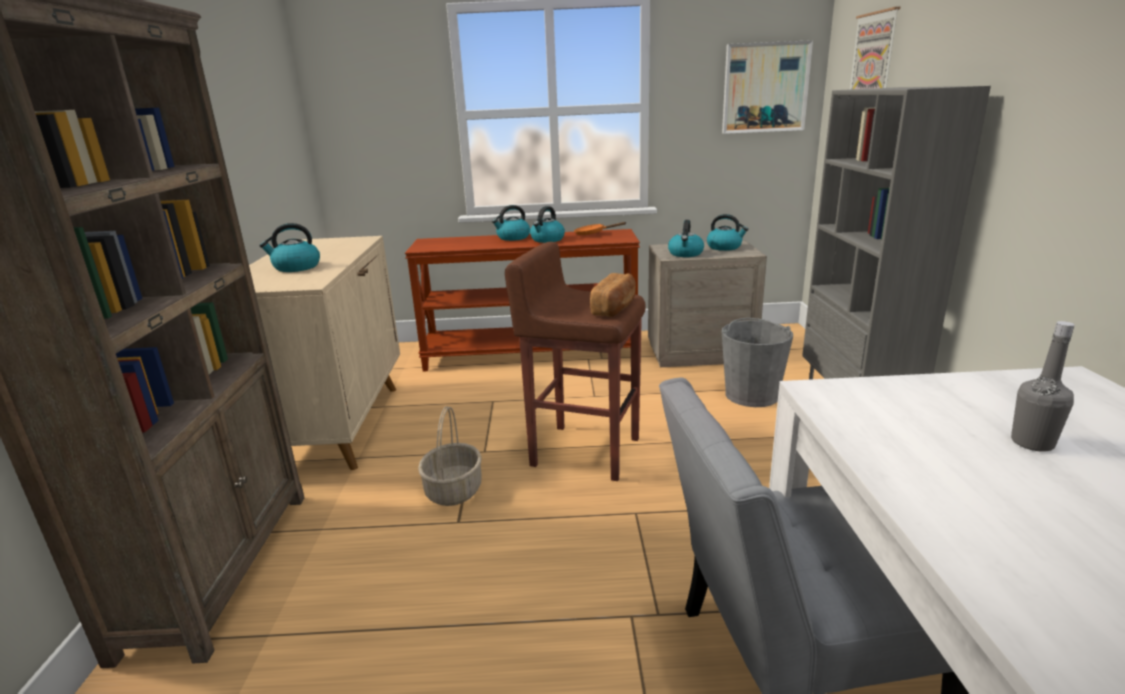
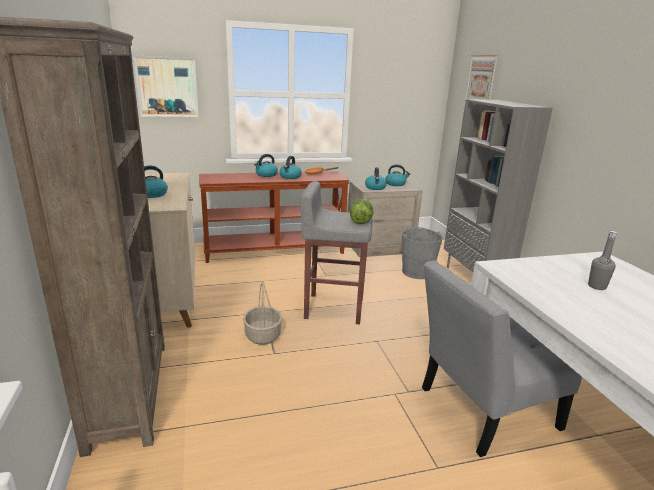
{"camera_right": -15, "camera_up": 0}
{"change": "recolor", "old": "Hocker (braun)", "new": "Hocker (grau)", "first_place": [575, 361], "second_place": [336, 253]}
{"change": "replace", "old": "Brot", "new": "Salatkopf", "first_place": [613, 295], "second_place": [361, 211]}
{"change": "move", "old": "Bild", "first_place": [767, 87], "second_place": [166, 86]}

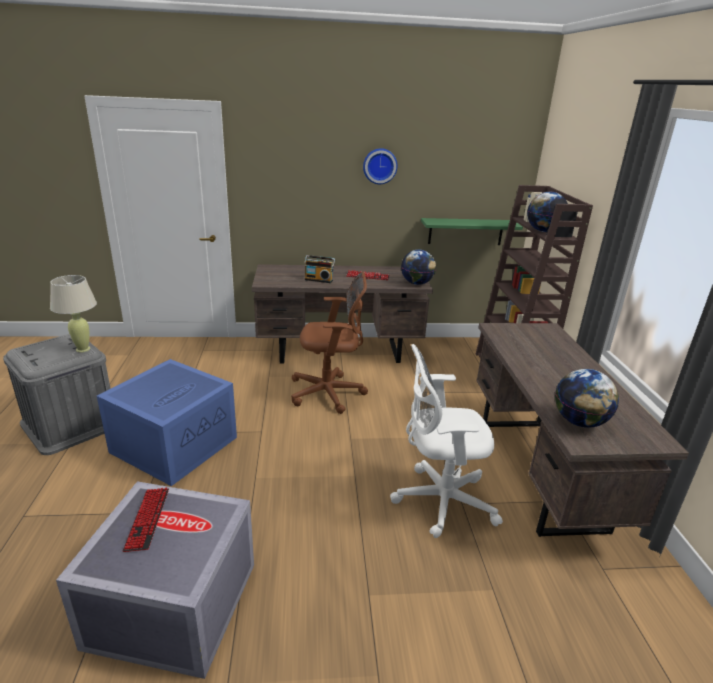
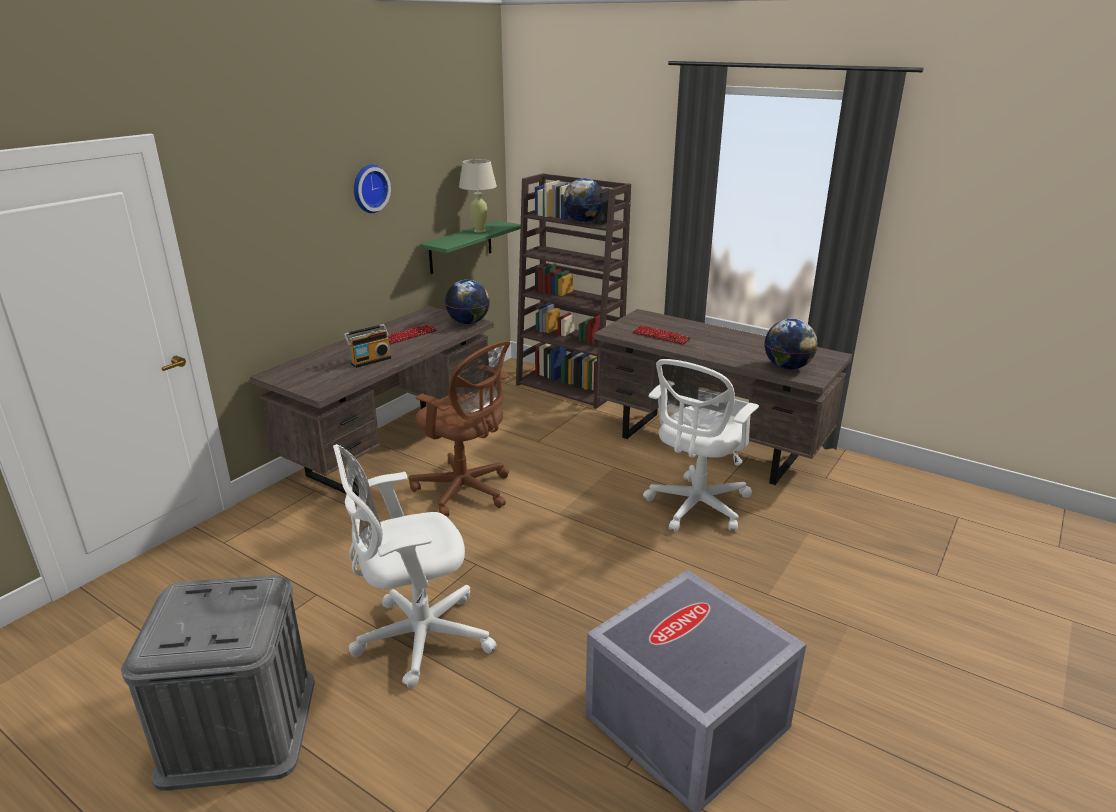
{"camera_right": -50, "camera_up": 0}
{"change": "move", "old": "Tischlampe (beige)", "first_place": [73, 313], "second_place": [478, 196]}
{"change": "replace", "old": "Aufbewahrungsbox (blau)", "new": "Bürostuhl (weiß)", "first_place": [167, 422], "second_place": [415, 566]}
{"change": "move", "old": "Tastatur", "first_place": [146, 519], "second_place": [662, 335]}
{"change": "rotate", "old": "Bürostuhl (braun)", "first_place": [329, 342], "second_place": [460, 428], "degrees": 90}

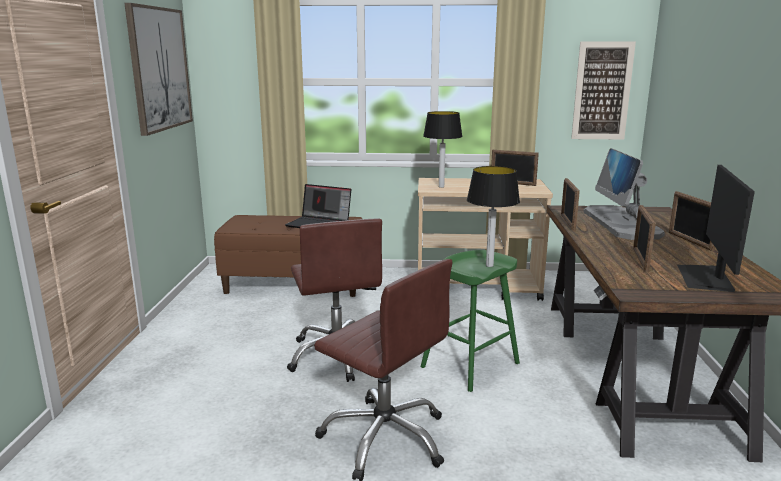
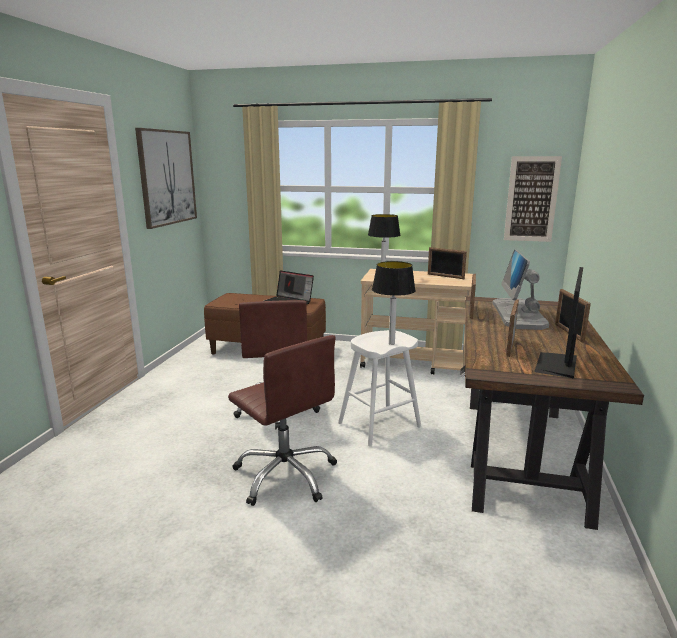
{"camera_right": 10, "camera_up": 0}
{"change": "recolor", "old": "Hocker (grün)", "new": "Hocker (weiß)", "first_place": [470, 321], "second_place": [379, 388]}

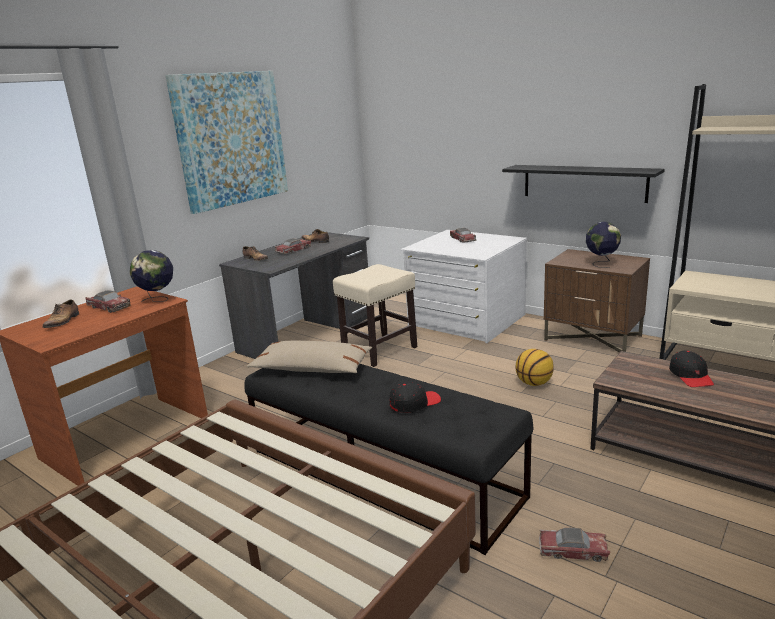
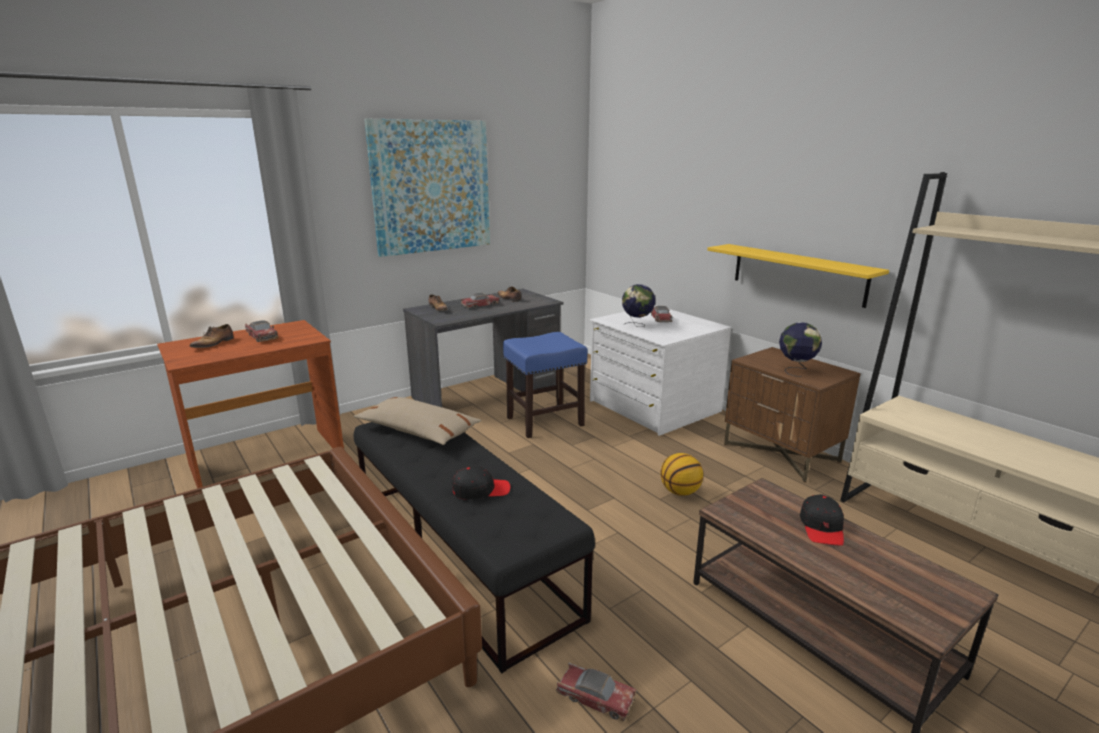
{"camera_right": 15, "camera_up": 0}
{"change": "move", "old": "Globus", "first_place": [151, 276], "second_place": [638, 305]}
{"change": "recolor", "old": "Hocker (beige)", "new": "Hocker (blau)", "first_place": [375, 315], "second_place": [545, 385]}
{"change": "recolor", "old": "Wandregal (schwarz)", "new": "Wandregal (gelb)", "first_place": [583, 184], "second_place": [798, 276]}

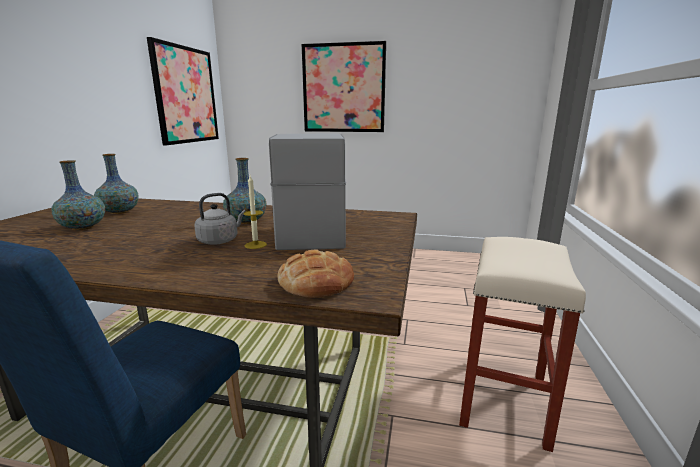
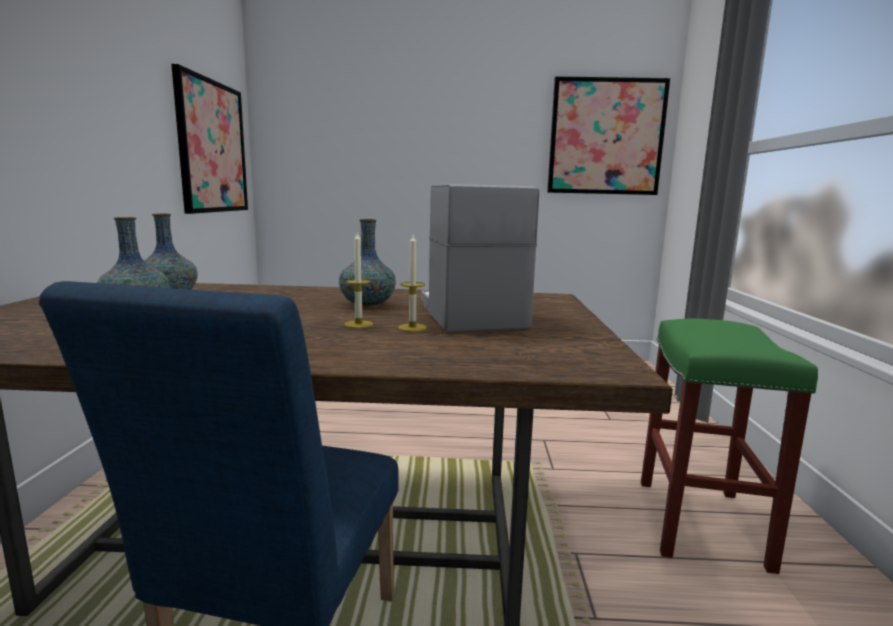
{"camera_right": -10, "camera_up": -5}
{"change": "replace", "old": "Wasserkessel (grau)", "new": "Kerze", "first_place": [220, 218], "second_place": [358, 280]}
{"change": "delete", "old": "Brot", "first_place": [315, 274]}
{"change": "move", "old": "Bild", "first_place": [344, 86], "second_place": [608, 135]}
{"change": "recolor", "old": "Hocker (beige)", "new": "Hocker (grün)", "first_place": [522, 344], "second_place": [729, 446]}

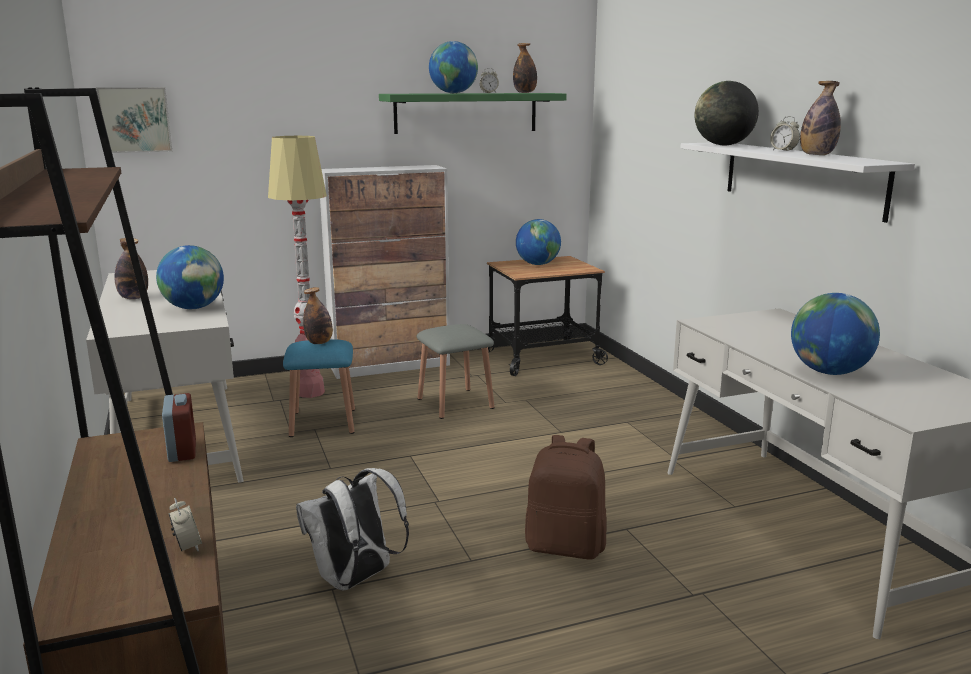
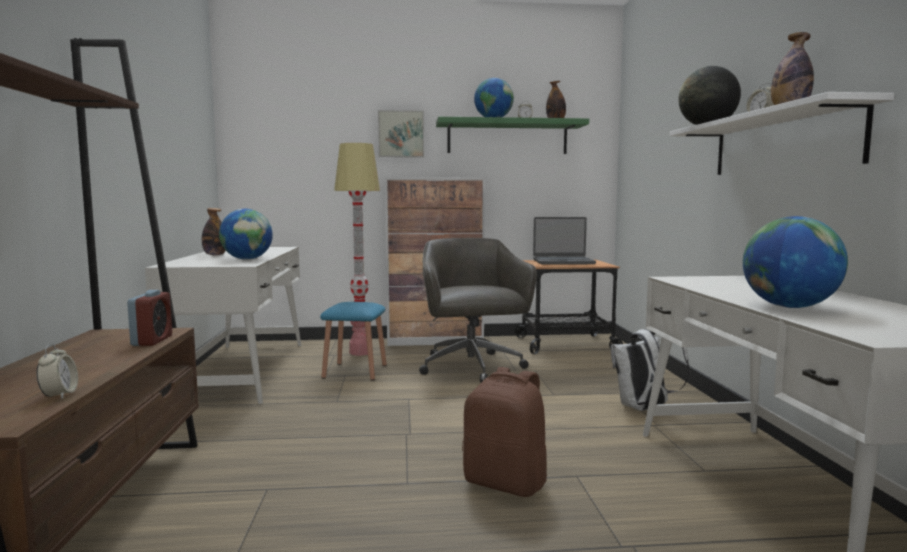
{"camera_right": 15, "camera_up": -10}
{"change": "move", "old": "Bild", "first_place": [134, 120], "second_place": [401, 133]}
{"change": "move", "old": "Rucksack (weiß)", "first_place": [352, 529], "second_place": [650, 370]}
{"change": "delete", "old": "Flasche", "first_place": [318, 315]}
{"change": "replace", "old": "Hocker (grau)", "new": "Bürostuhl (grau)", "first_place": [456, 371], "second_place": [478, 310]}
{"change": "replace", "old": "Globus", "new": "Laptop", "first_place": [538, 242], "second_place": [564, 241]}

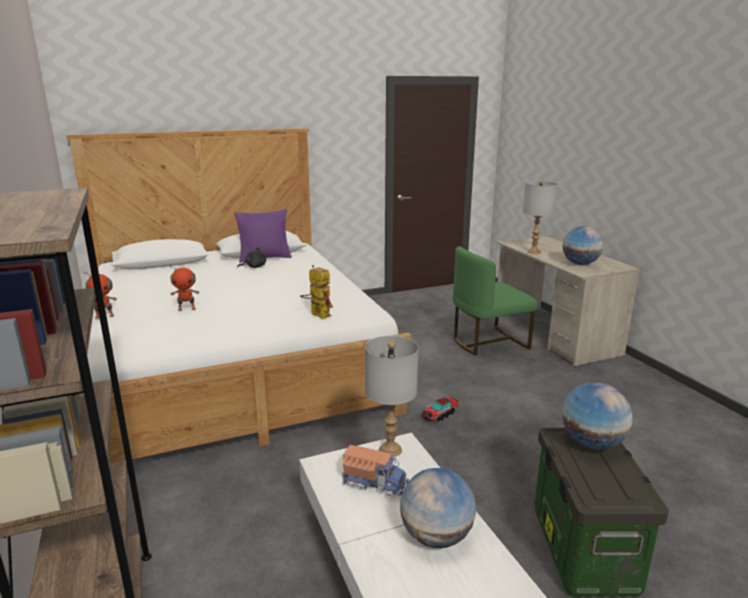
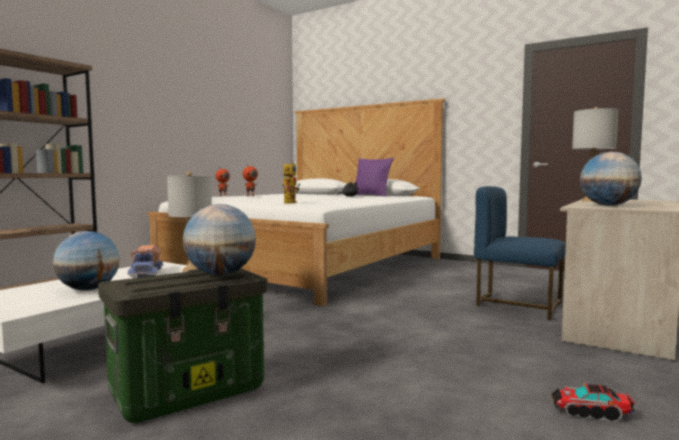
{"camera_right": 55, "camera_up": -15}
{"change": "move", "old": "Spielzeuglaster", "first_place": [440, 409], "second_place": [592, 402]}
{"change": "recolor", "old": "Stuhl (grün)", "new": "Stuhl (blau)", "first_place": [495, 301], "second_place": [520, 253]}

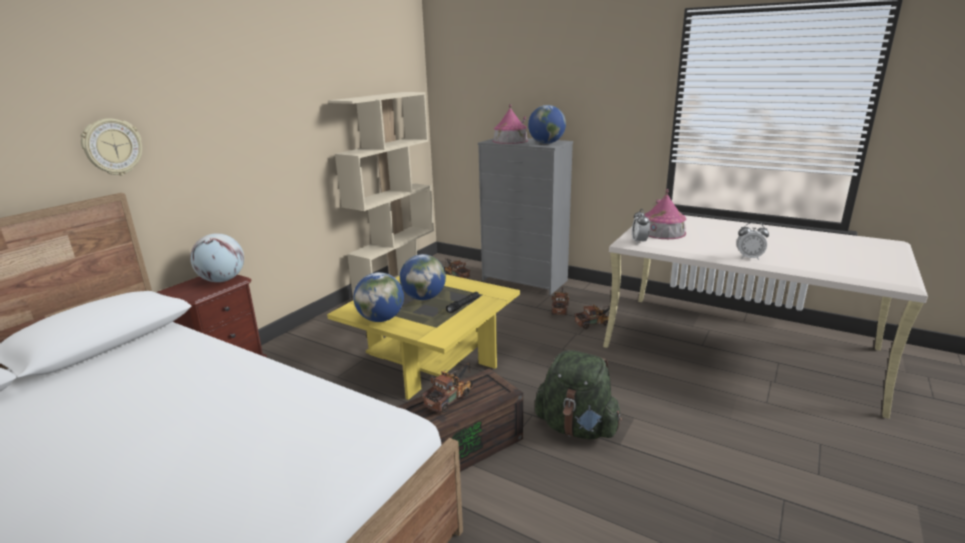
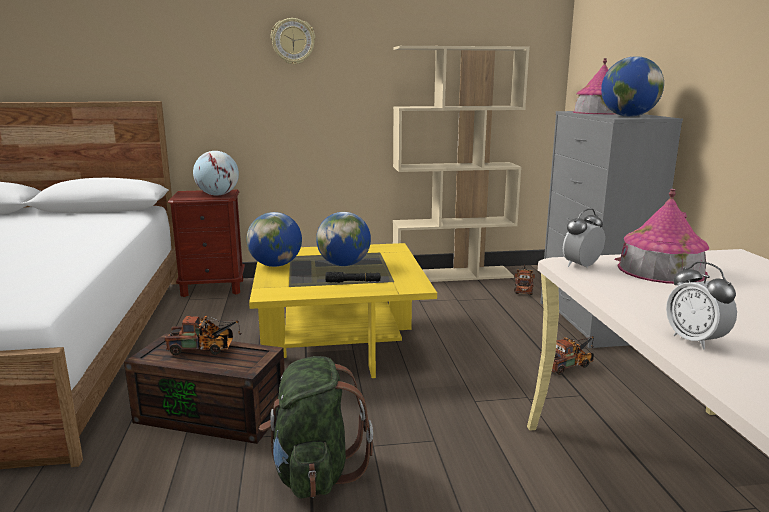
{"camera_right": 50, "camera_up": -5}
{"change": "move", "old": "Wanduhr", "first_place": [111, 146], "second_place": [293, 41]}
{"change": "delete", "old": "Spielzeuglaster", "first_place": [592, 317]}

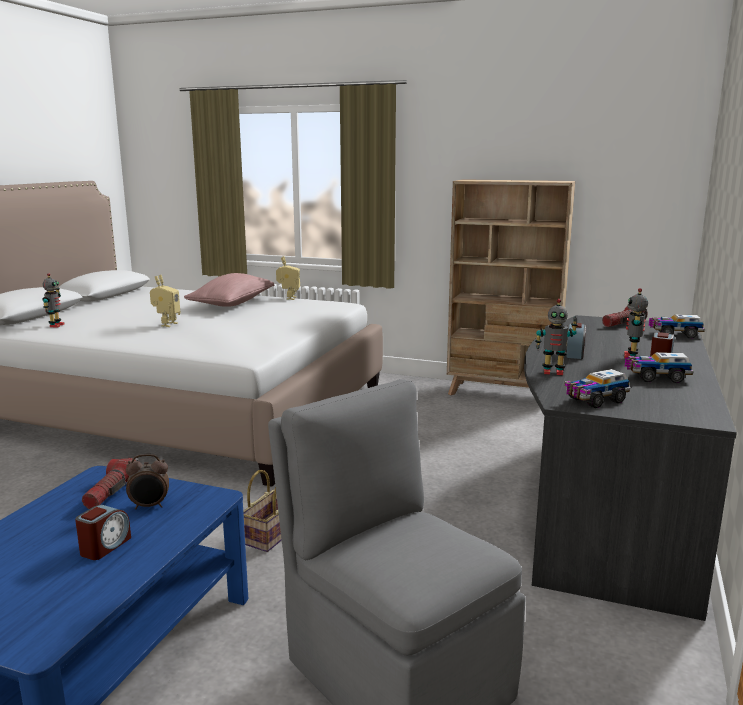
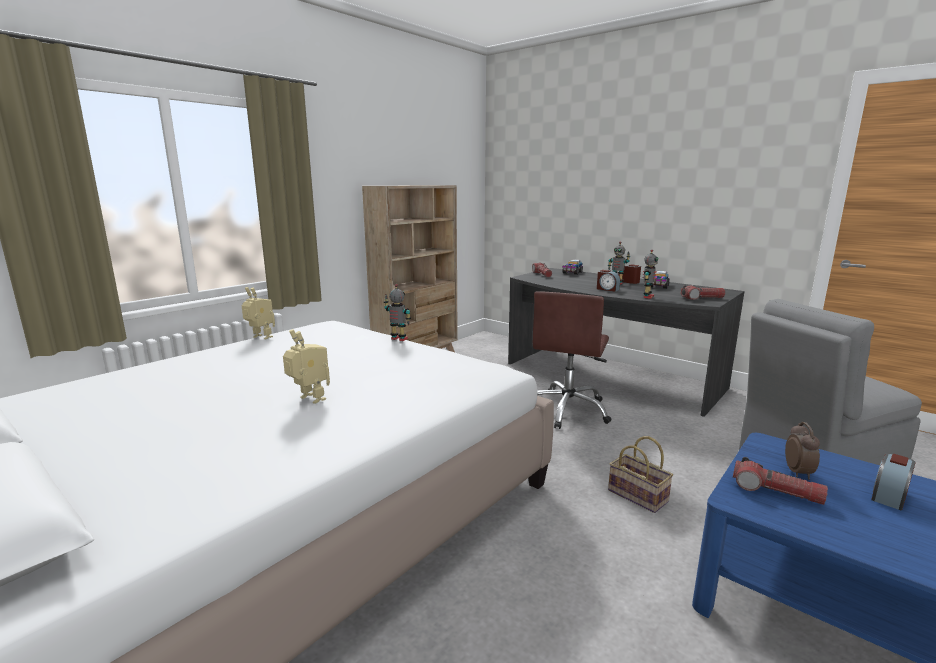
{"camera_right": -70, "camera_up": 0}
{"change": "move", "old": "Spielzeugroboter", "first_place": [53, 300], "second_place": [397, 312]}
{"change": "rotate", "old": "Wecker", "first_place": [103, 532], "second_place": [893, 481], "degrees": -90}
{"change": "delete", "old": "Kissen (rosa)", "first_place": [229, 290]}
{"change": "replace", "old": "Spielzeuglaster", "new": "Taschenlampe", "first_place": [597, 388], "second_place": [702, 292]}
{"change": "insert", "new": "Bürostuhl (braun)", "second_place": [572, 360]}

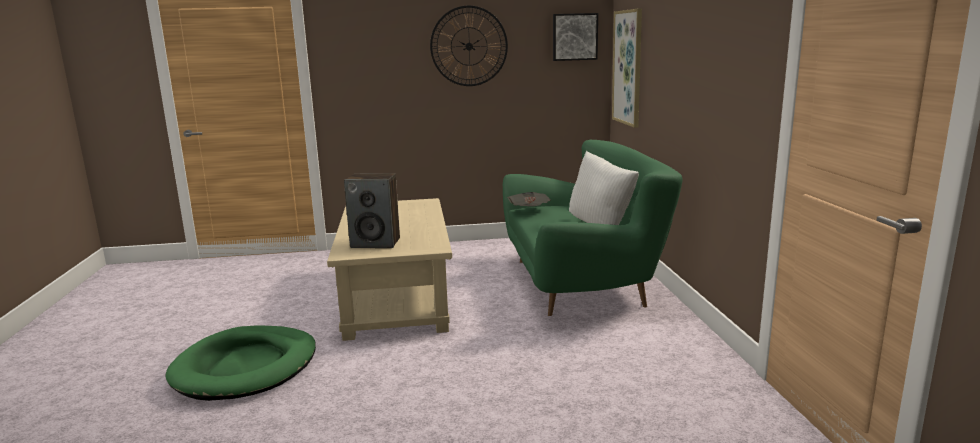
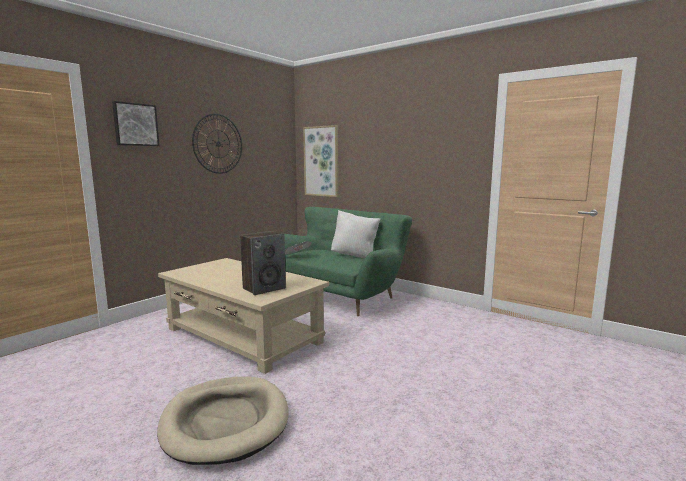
{"camera_right": -45, "camera_up": -5}
{"change": "recolor", "old": "Hundebett (grün)", "new": "Hundebett (beige)", "first_place": [241, 363], "second_place": [222, 420]}
{"change": "move", "old": "Bild", "first_place": [575, 37], "second_place": [135, 123]}

